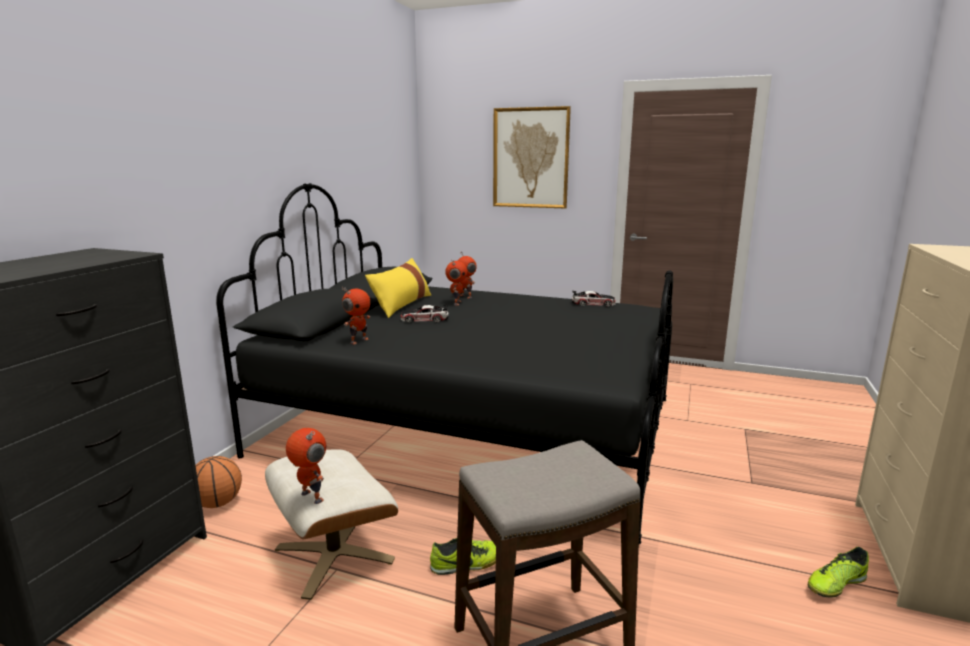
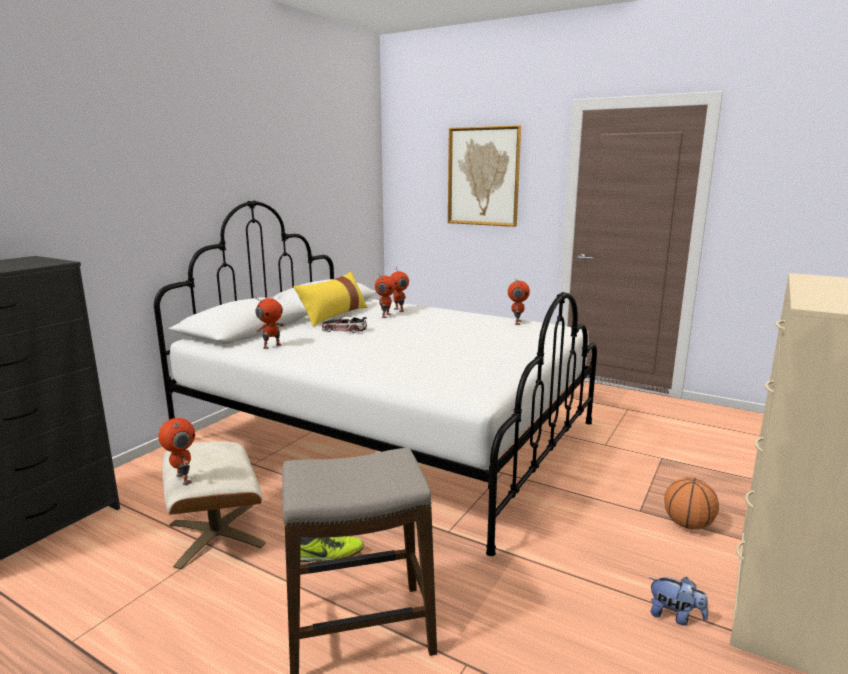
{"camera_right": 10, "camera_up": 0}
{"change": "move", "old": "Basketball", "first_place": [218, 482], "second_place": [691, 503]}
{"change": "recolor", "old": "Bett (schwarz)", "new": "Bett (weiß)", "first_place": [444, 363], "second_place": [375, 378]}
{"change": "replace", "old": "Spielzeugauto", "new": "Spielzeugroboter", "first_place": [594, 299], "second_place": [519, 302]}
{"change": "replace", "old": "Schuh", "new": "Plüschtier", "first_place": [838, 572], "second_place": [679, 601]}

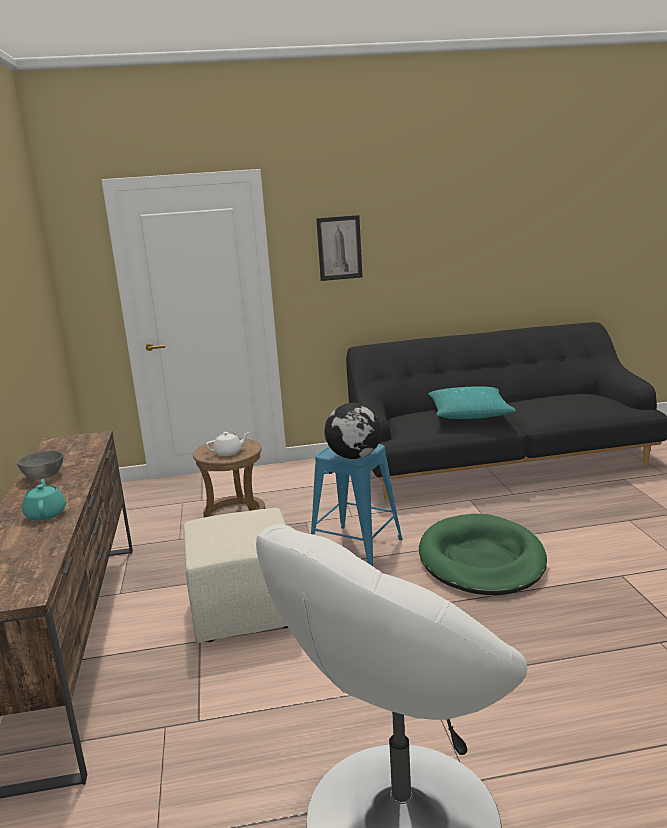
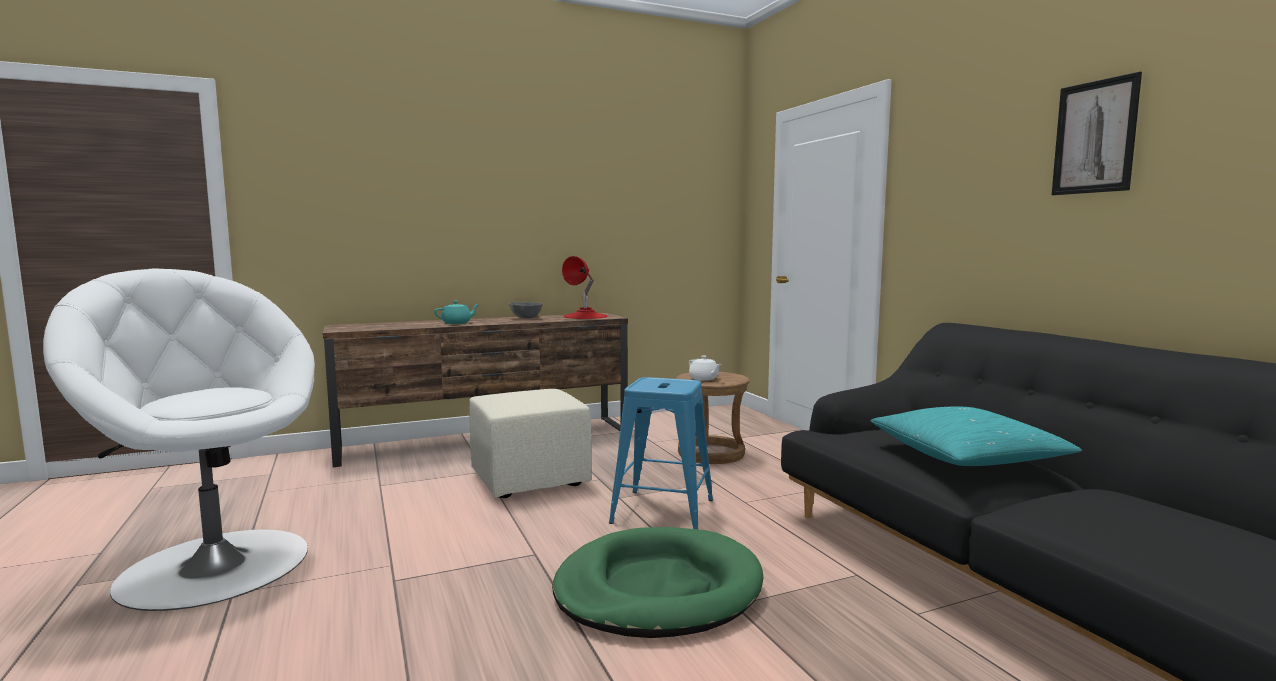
{"camera_right": 75, "camera_up": -10}
{"change": "move", "old": "Bild", "first_place": [339, 248], "second_place": [1097, 133]}
{"change": "delete", "old": "Globus", "first_place": [353, 431]}
{"change": "insert", "new": "Tischlampe (rot)", "second_place": [585, 287]}

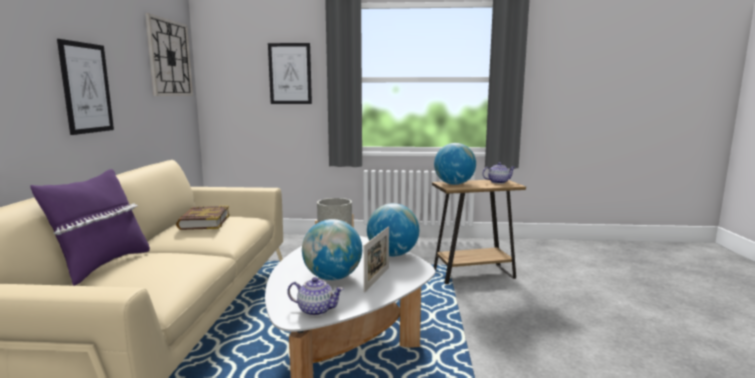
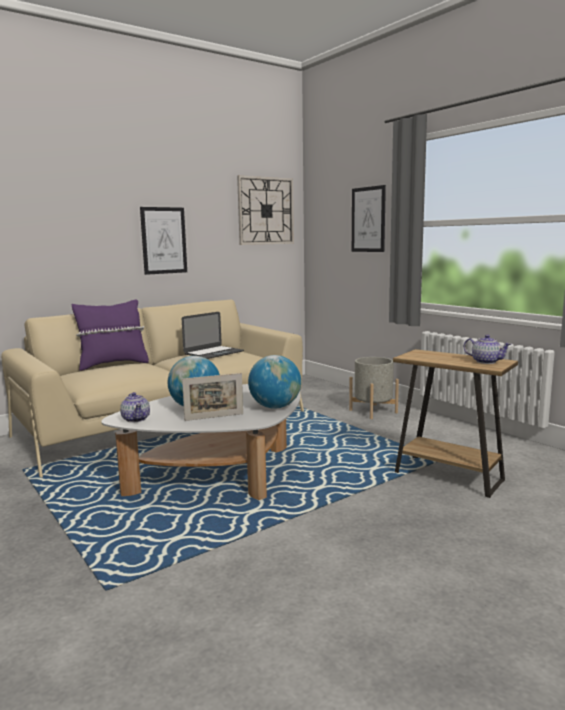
{"camera_right": 50, "camera_up": 0}
{"change": "replace", "old": "Buch", "new": "Laptop", "first_place": [202, 218], "second_place": [213, 335]}
{"change": "delete", "old": "Globus", "first_place": [455, 164]}

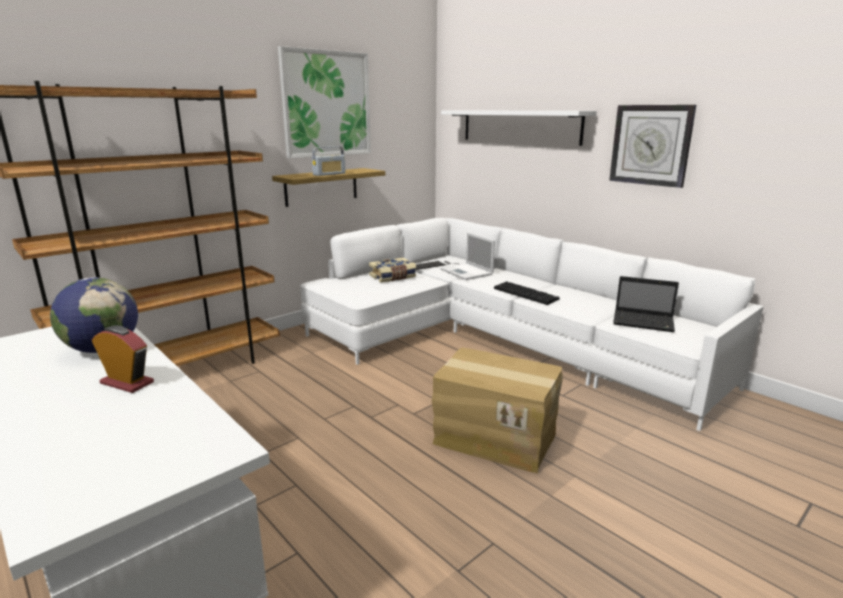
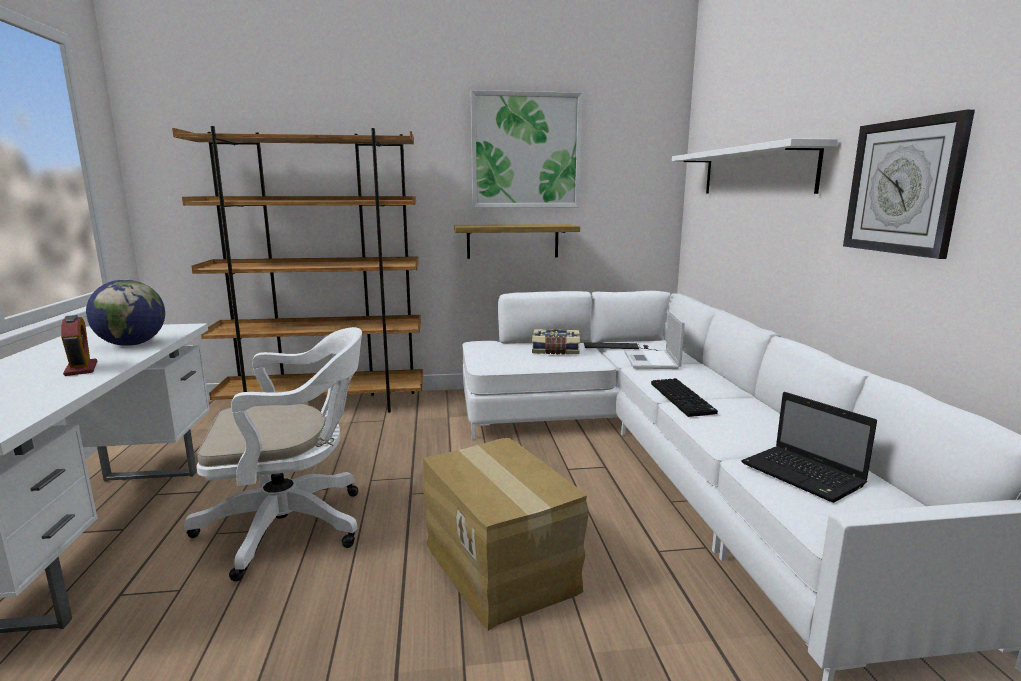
{"camera_right": 35, "camera_up": -5}
{"change": "delete", "old": "Radio", "first_place": [329, 161]}
{"change": "insert", "new": "Bürostuhl (weiß)", "second_place": [273, 454]}

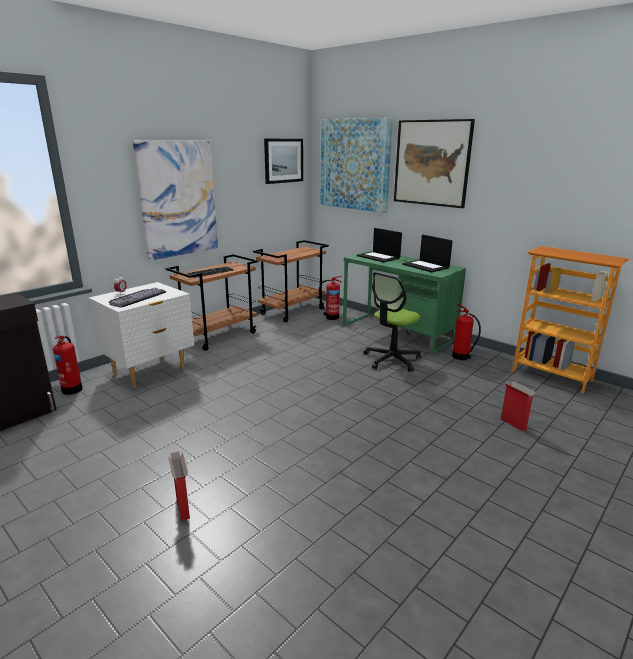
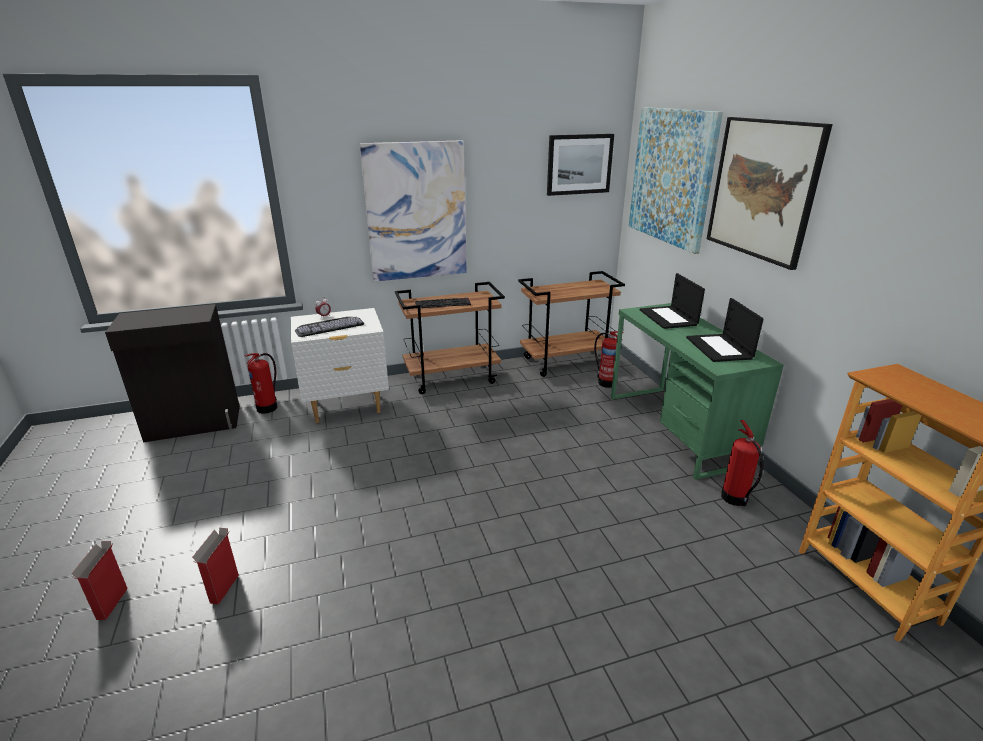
{"camera_right": 30, "camera_up": 5}
{"change": "delete", "old": "Bürostuhl", "first_place": [392, 322]}
{"change": "move", "old": "Karton", "first_place": [518, 406], "second_place": [99, 580]}

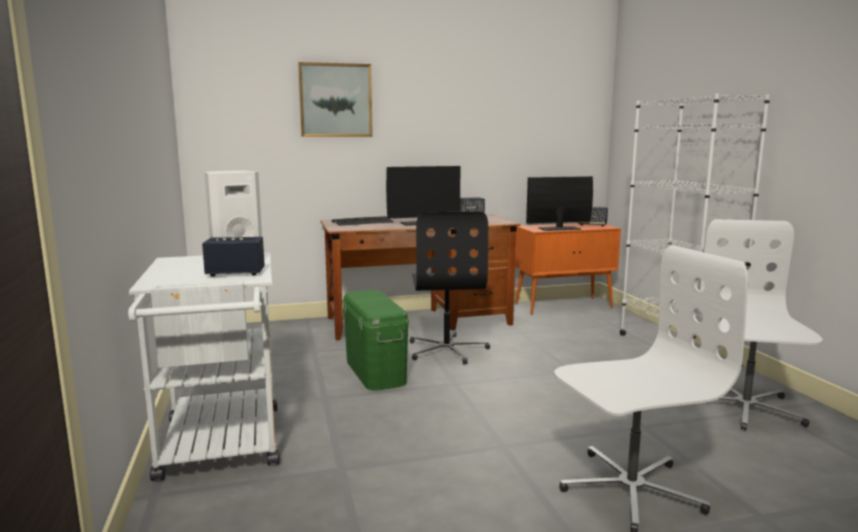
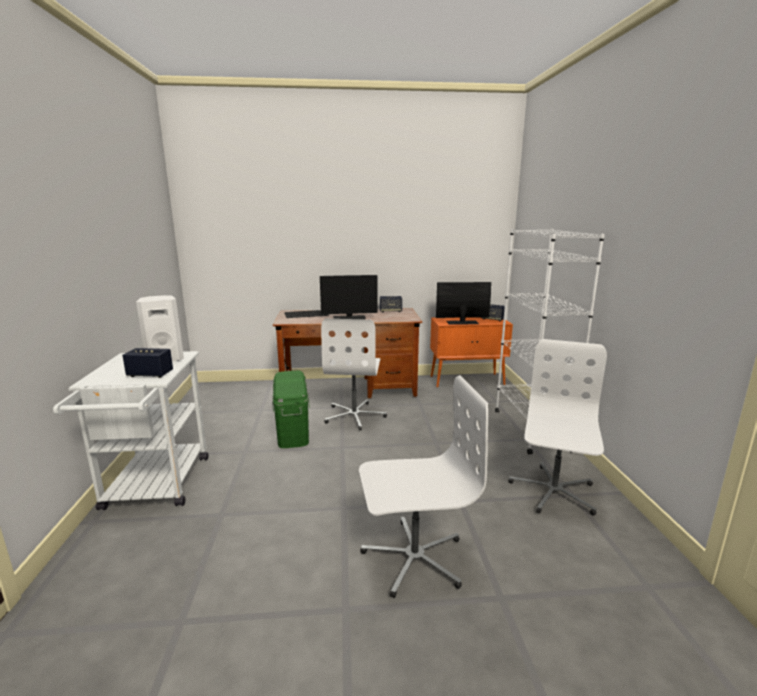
{"camera_right": 10, "camera_up": 5}
{"change": "delete", "old": "Bild", "first_place": [335, 99]}
{"change": "recolor", "old": "Bürostuhl (schwarz)", "new": "Bürostuhl (weiß)", "first_place": [449, 288], "second_place": [354, 375]}

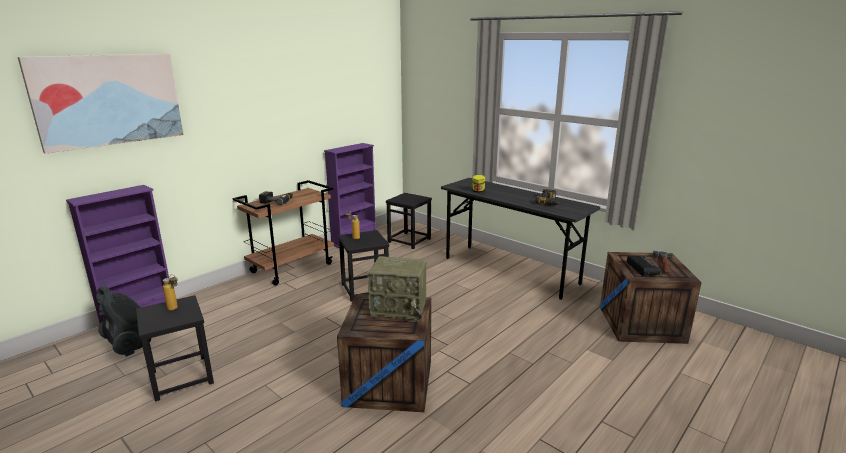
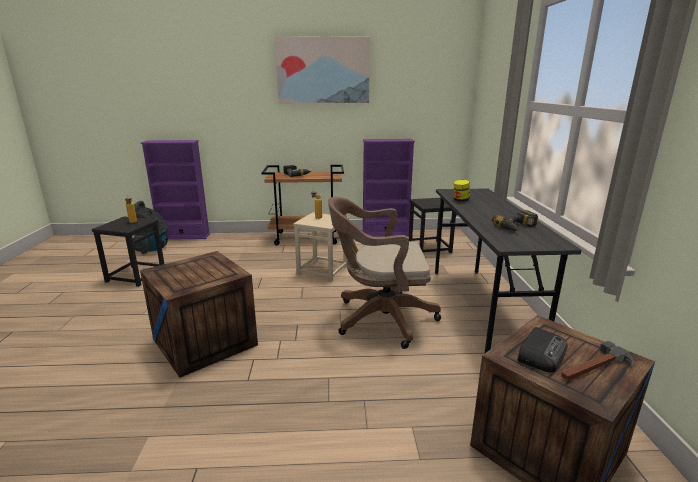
{"camera_right": 45, "camera_up": 0}
{"change": "move", "old": "Bild", "first_place": [101, 104], "second_place": [322, 69]}
{"change": "recolor", "old": "Hocker (schwarz)", "new": "Hocker (beige)", "first_place": [363, 266], "second_place": [321, 247]}
{"change": "delete", "old": "Radio", "first_place": [397, 289]}
{"change": "insert", "new": "Bürostuhl (braun)", "second_place": [384, 273]}

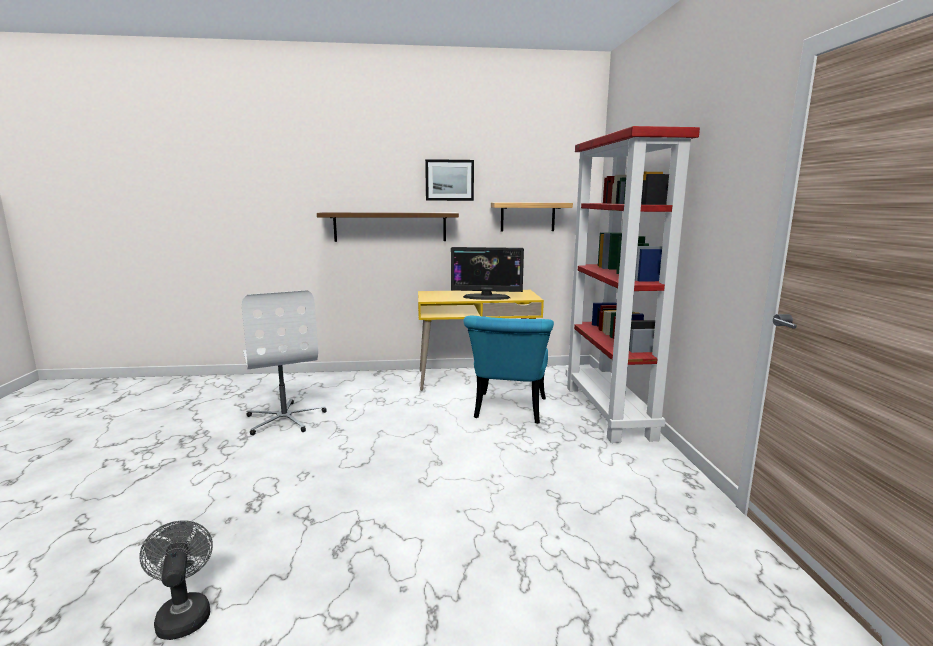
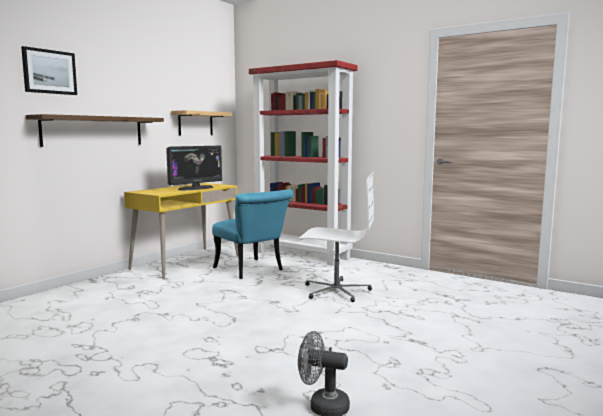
{"camera_right": -50, "camera_up": -5}
{"change": "move", "old": "Bürostuhl (weiß)", "first_place": [284, 362], "second_place": [336, 237]}
{"change": "move", "old": "Bild", "first_place": [449, 180], "second_place": [49, 70]}

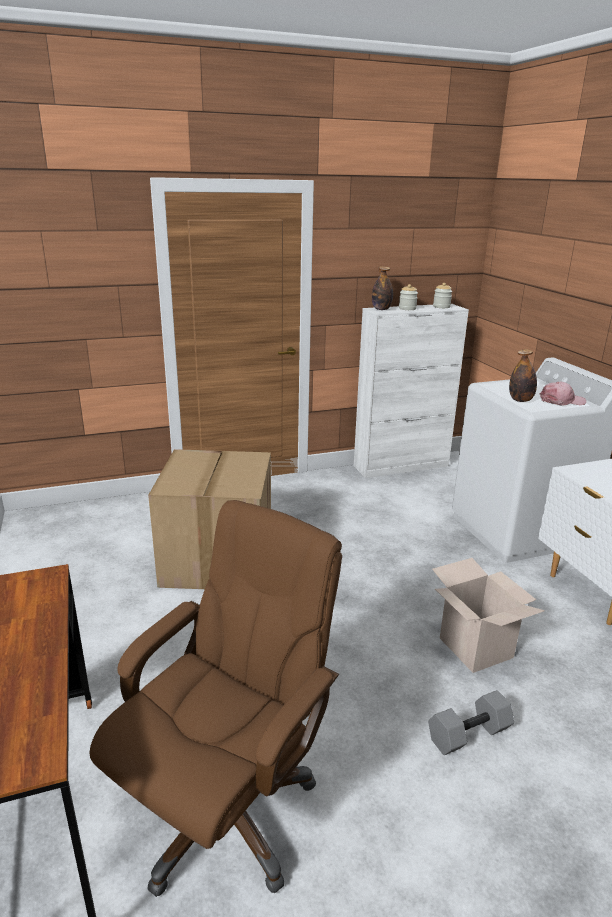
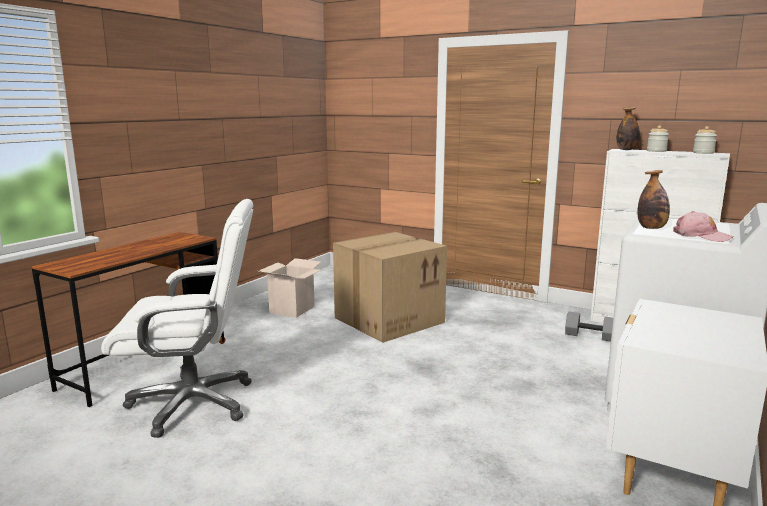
{"camera_right": 50, "camera_up": -10}
{"change": "recolor", "old": "Bürostuhl (braun)", "new": "Bürostuhl (weiß)", "first_place": [215, 698], "second_place": [177, 318]}
{"change": "move", "old": "Hantel (grau)", "first_place": [471, 722], "second_place": [589, 326]}
{"change": "move", "old": "Karton", "first_place": [488, 615], "second_place": [289, 288]}

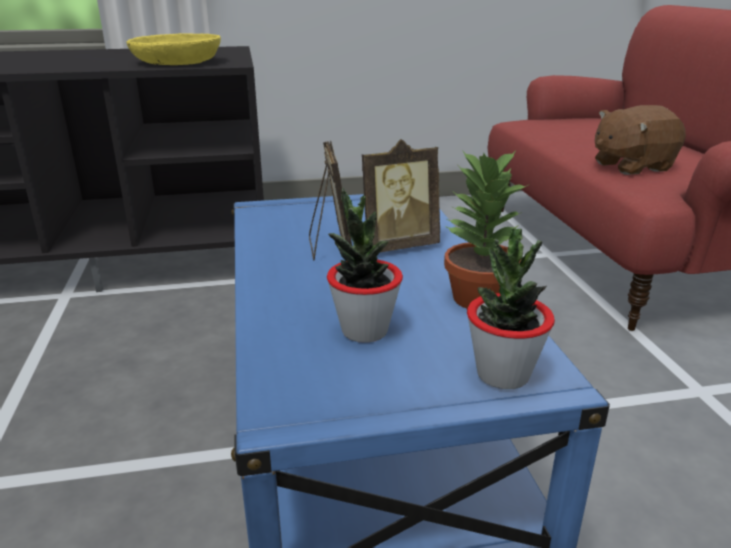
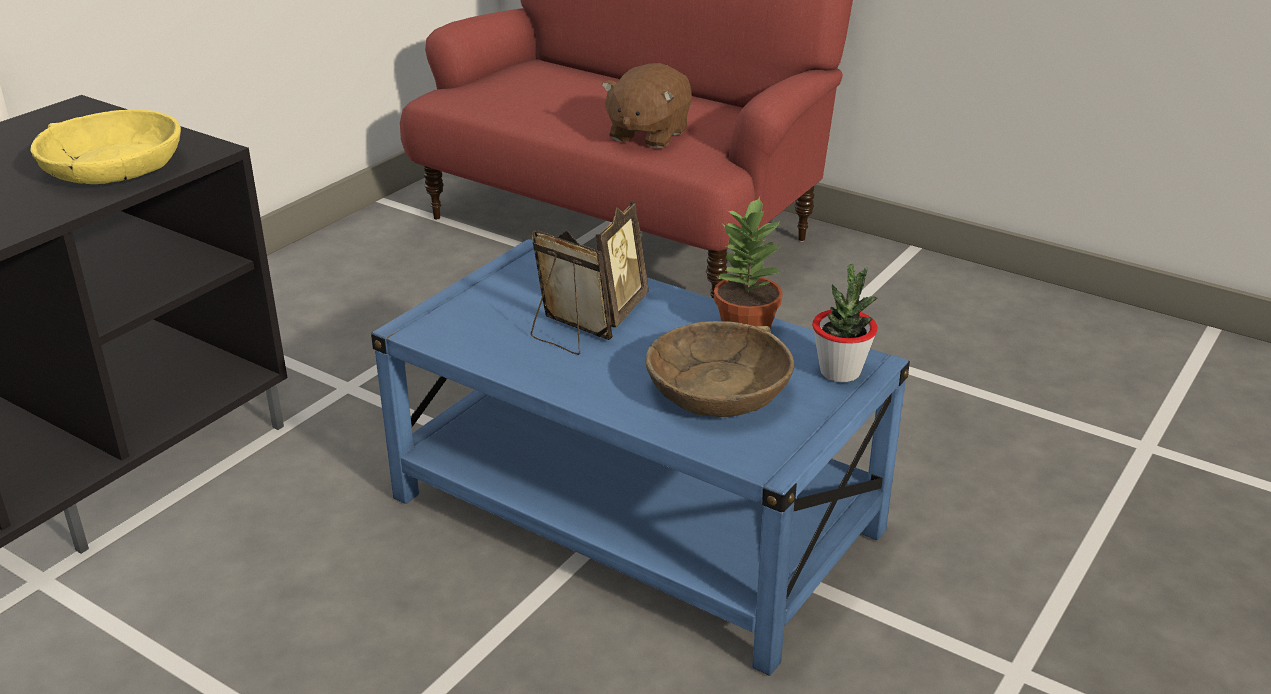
{"camera_right": -45, "camera_up": 5}
{"change": "replace", "old": "Topfpflanze", "new": "Schüssel (braun)", "first_place": [365, 265], "second_place": [720, 369]}

